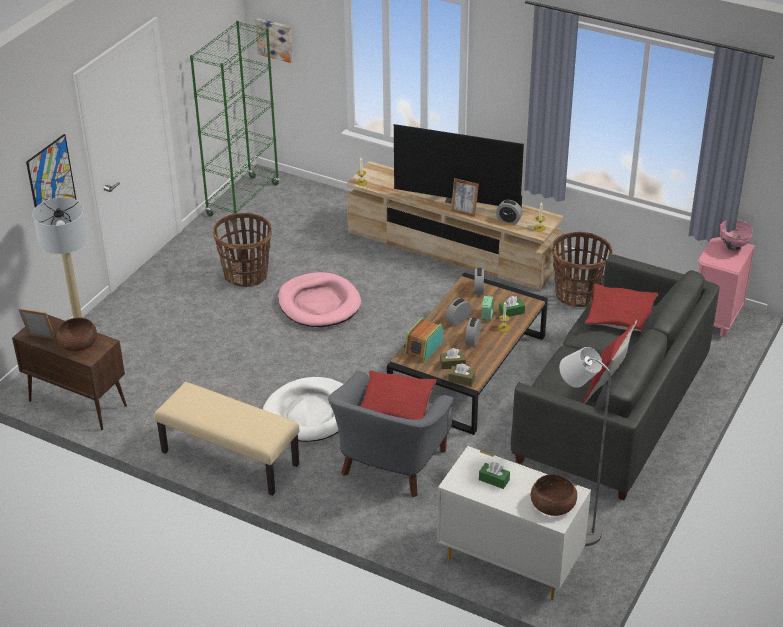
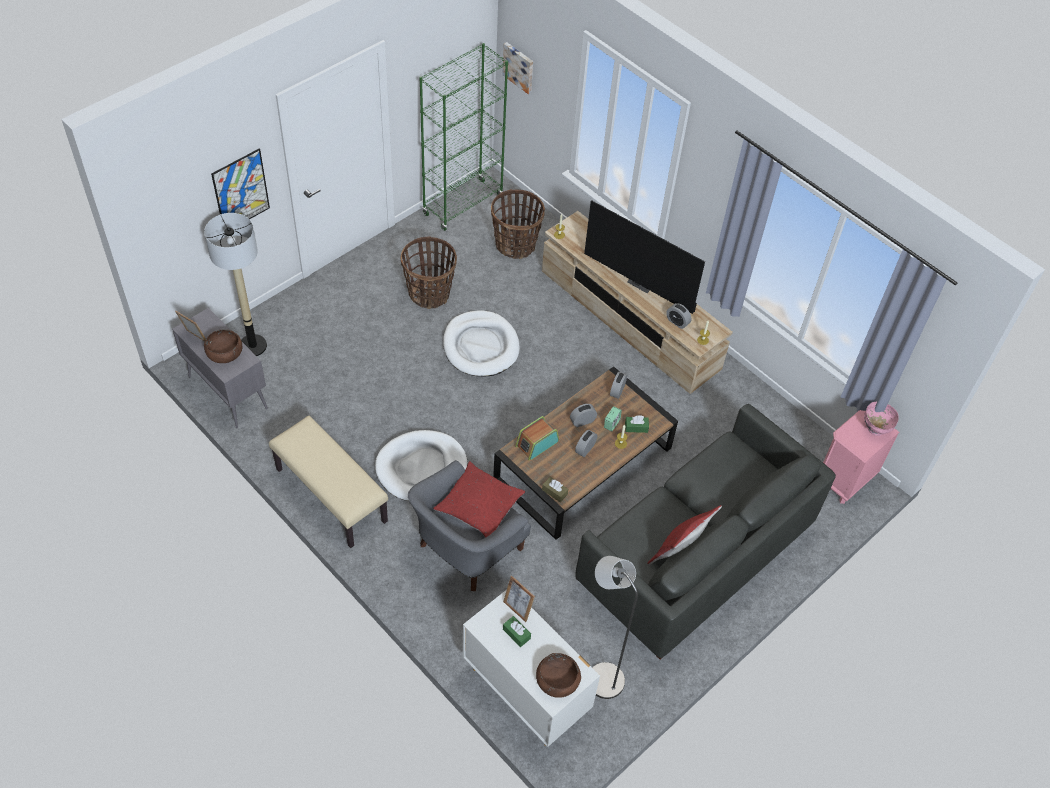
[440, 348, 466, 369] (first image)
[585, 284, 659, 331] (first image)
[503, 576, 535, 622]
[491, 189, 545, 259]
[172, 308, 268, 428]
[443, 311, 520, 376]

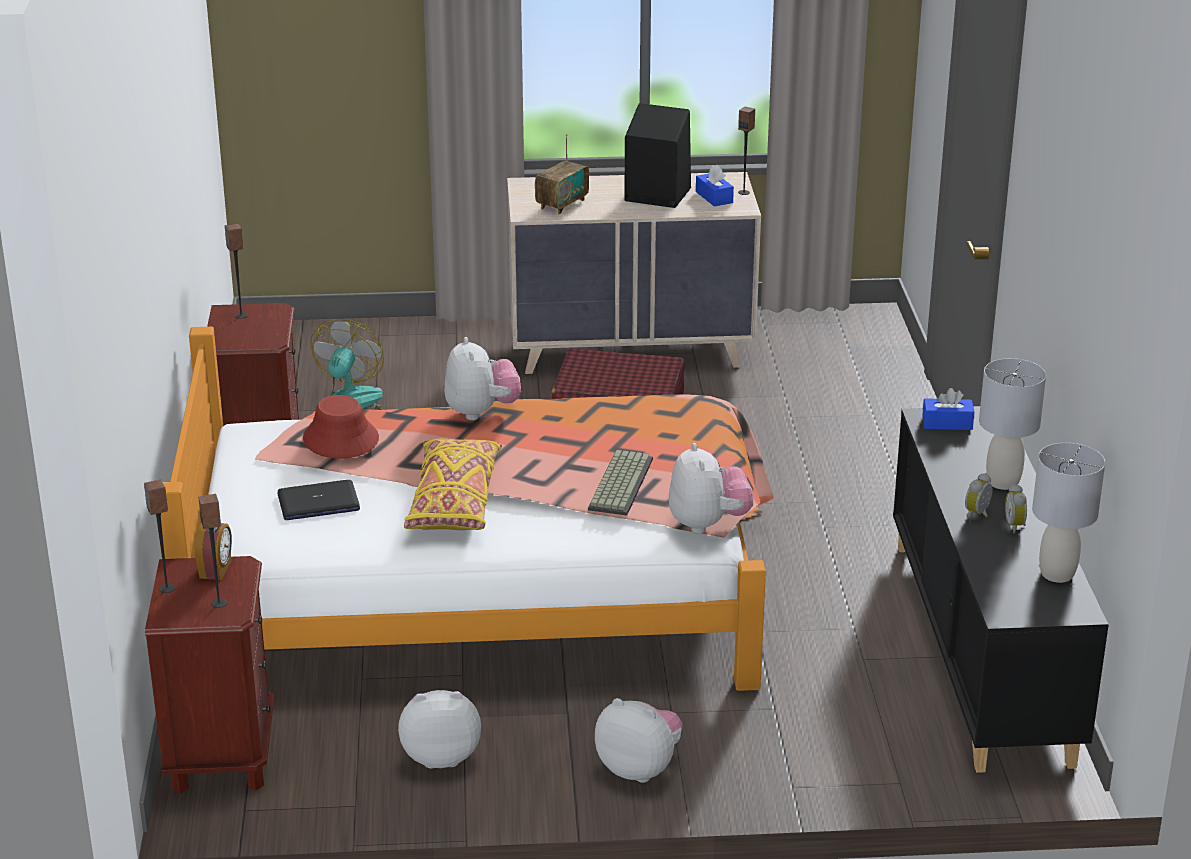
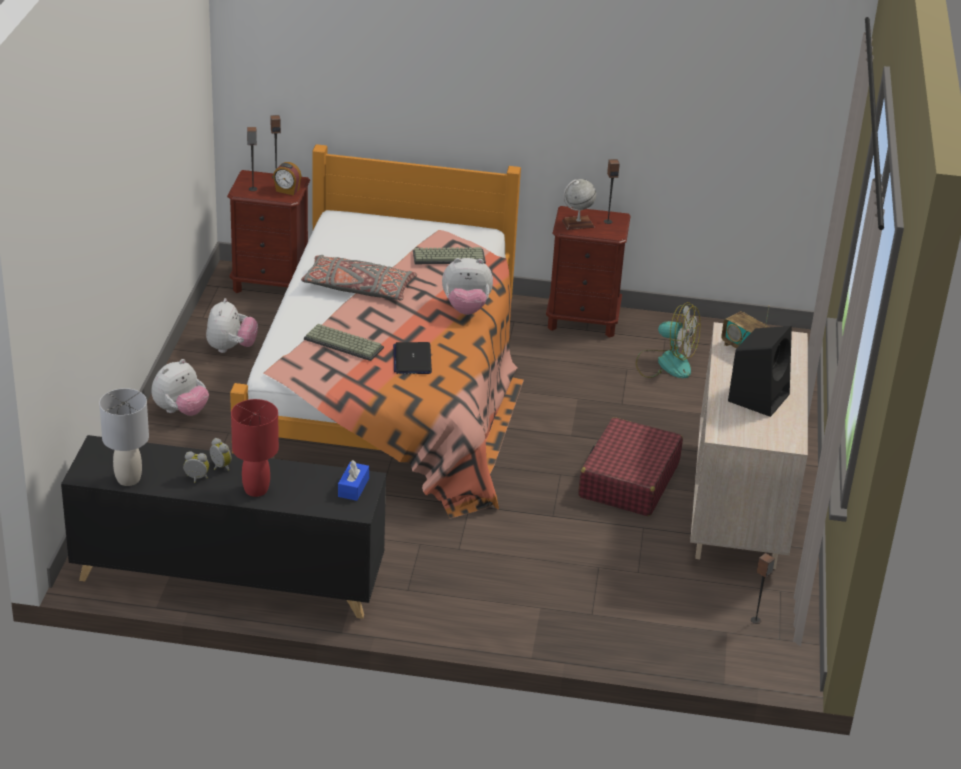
[669, 443, 753, 534] (first image)
[696, 165, 734, 207] (first image)
[562, 179, 596, 230]
[393, 342, 432, 374]
[751, 553, 775, 624]
[413, 247, 486, 264]
[301, 255, 417, 301]
[231, 399, 279, 497]

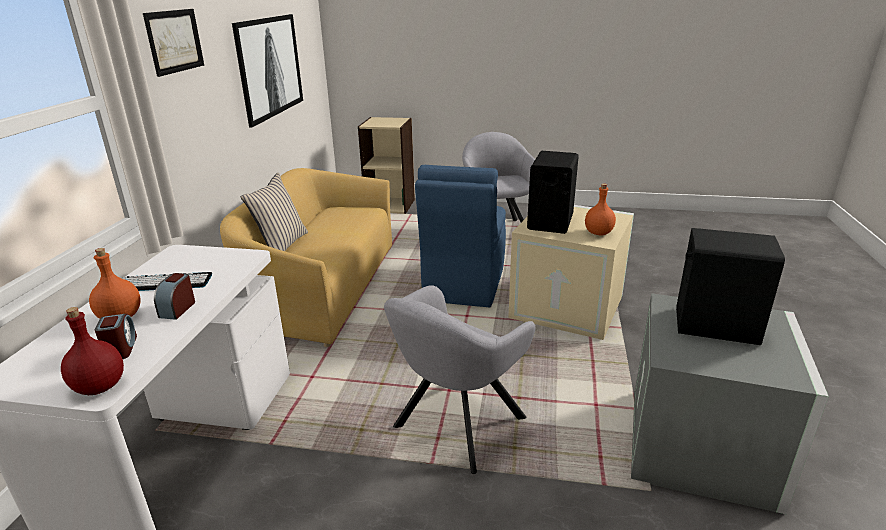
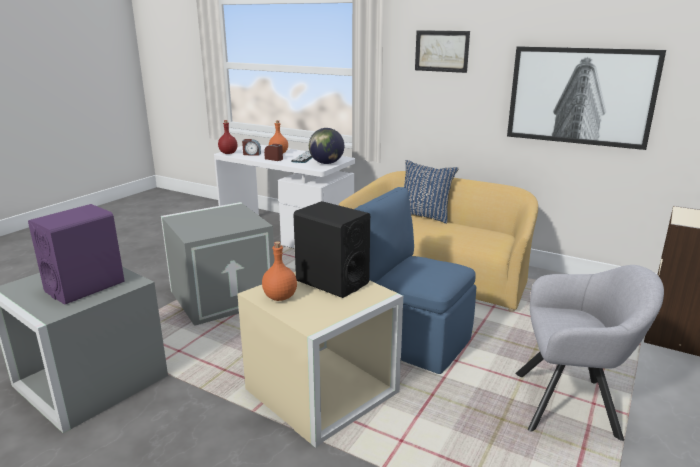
[309, 128, 344, 164]
[161, 202, 275, 326]
[404, 160, 459, 224]
[28, 204, 125, 305]

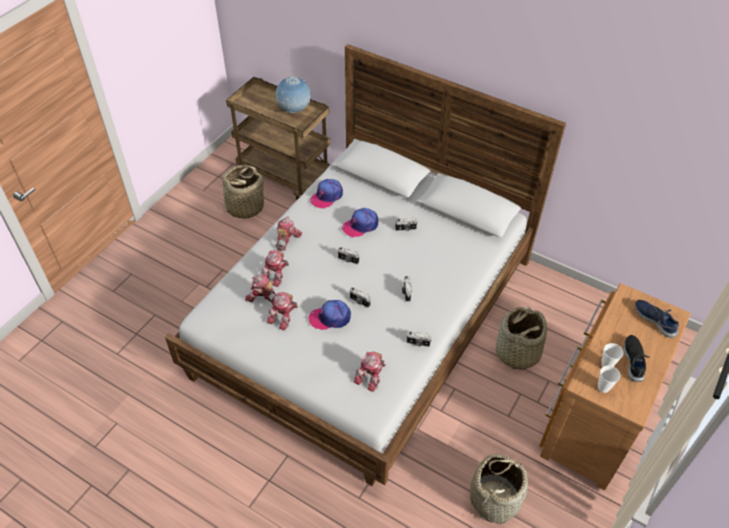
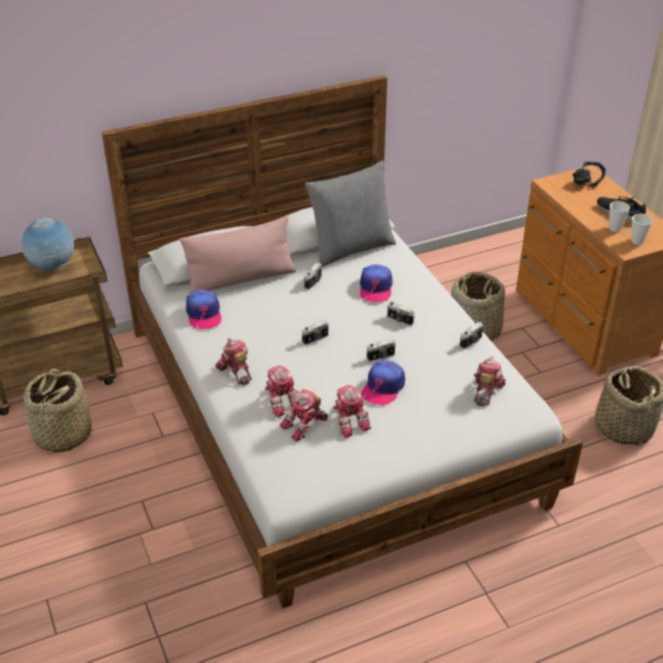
[180, 216, 296, 295]
[305, 161, 396, 267]
[360, 264, 393, 302]
[573, 161, 606, 187]
[474, 357, 506, 407]

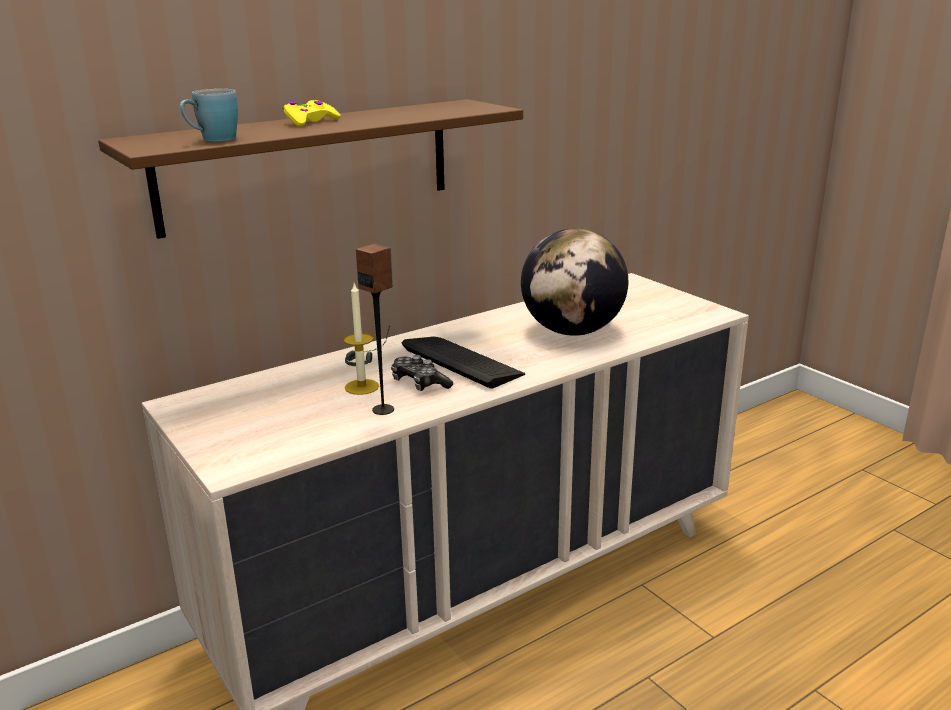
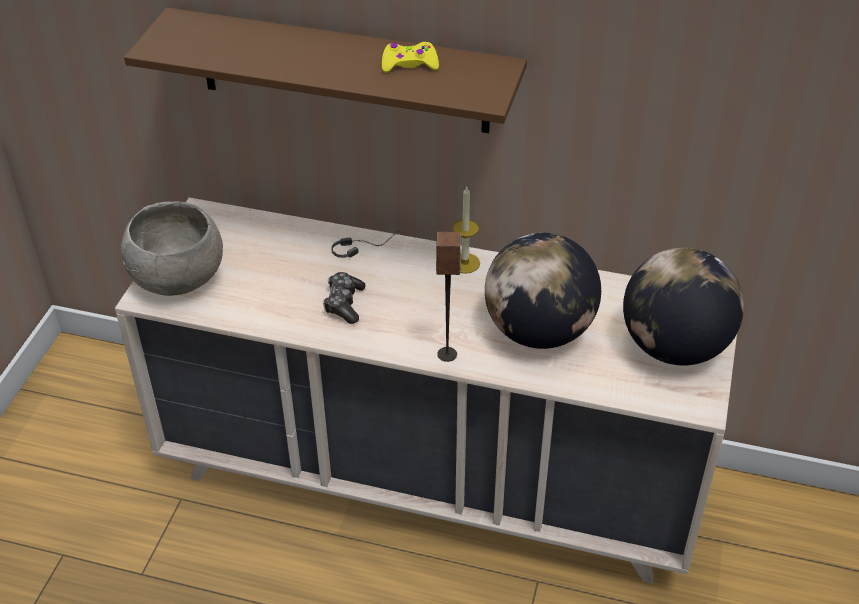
[180, 89, 238, 142] (first image)
[402, 337, 525, 389] (first image)
[121, 201, 223, 296]
[623, 248, 744, 365]
[382, 42, 439, 73]
[453, 187, 480, 274]
[436, 232, 461, 362]

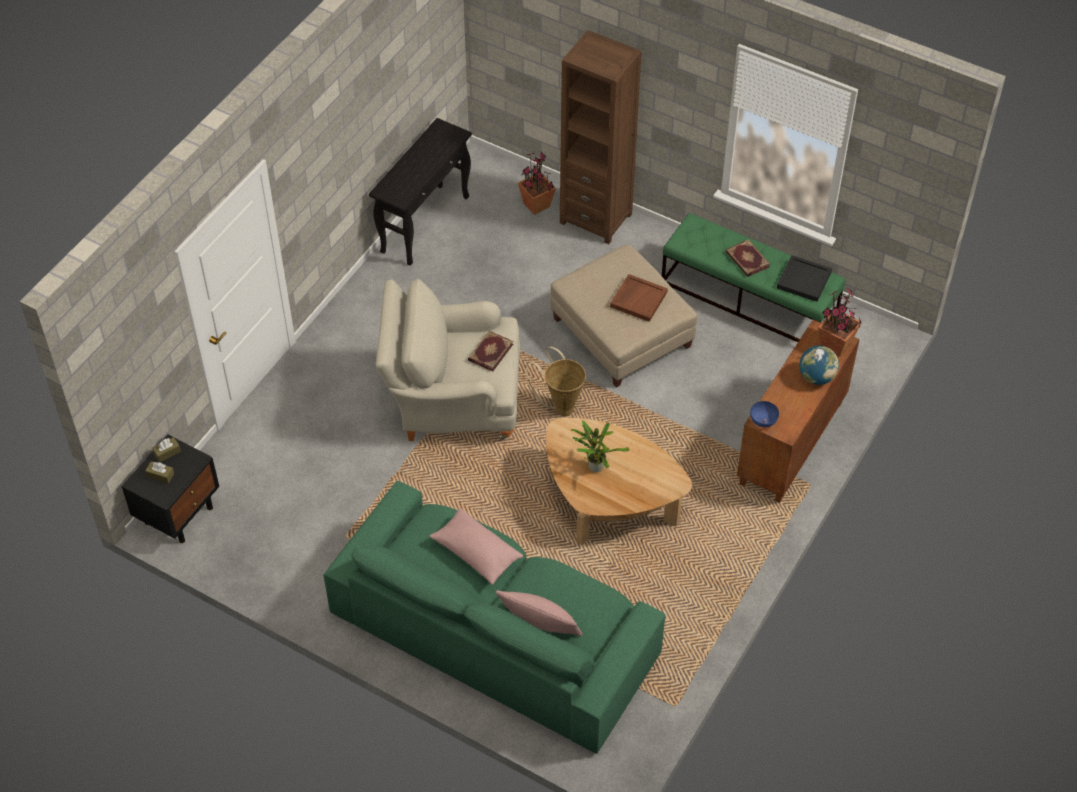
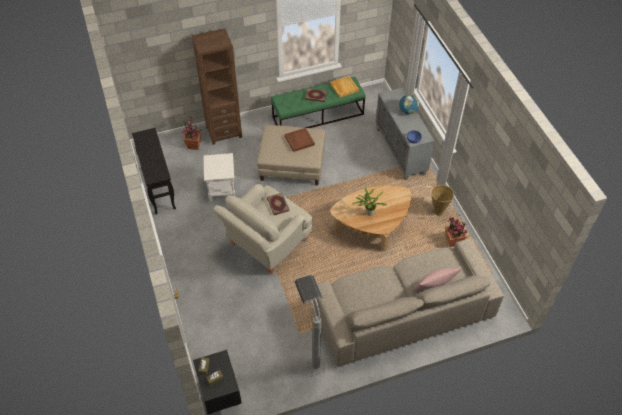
[429, 508, 523, 585] (first image)
[203, 153, 235, 202]
[295, 275, 327, 376]
[419, 185, 454, 217]
[445, 214, 467, 247]
[313, 239, 504, 367]
[376, 88, 434, 180]
[330, 76, 359, 98]

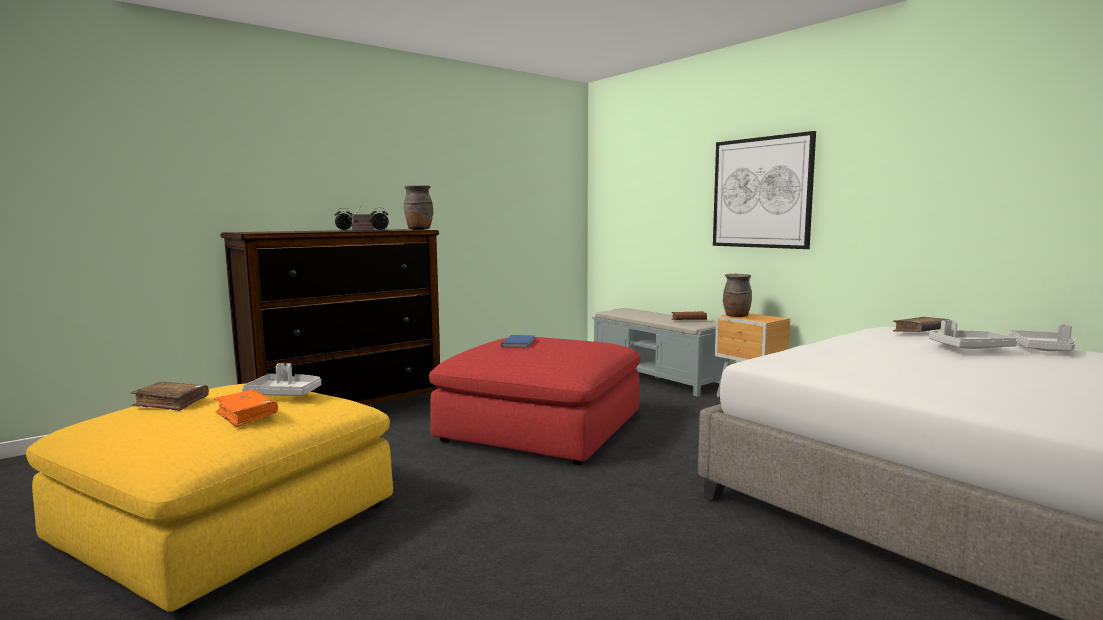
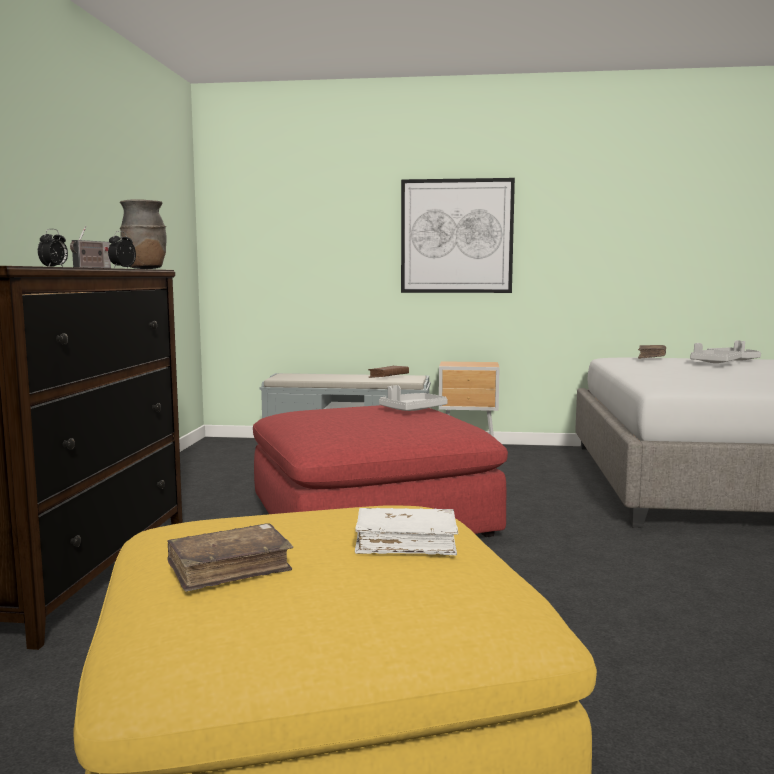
[501, 335, 535, 348] (first image)
[723, 274, 752, 317] (first image)
[379, 385, 448, 411]
[355, 508, 458, 555]

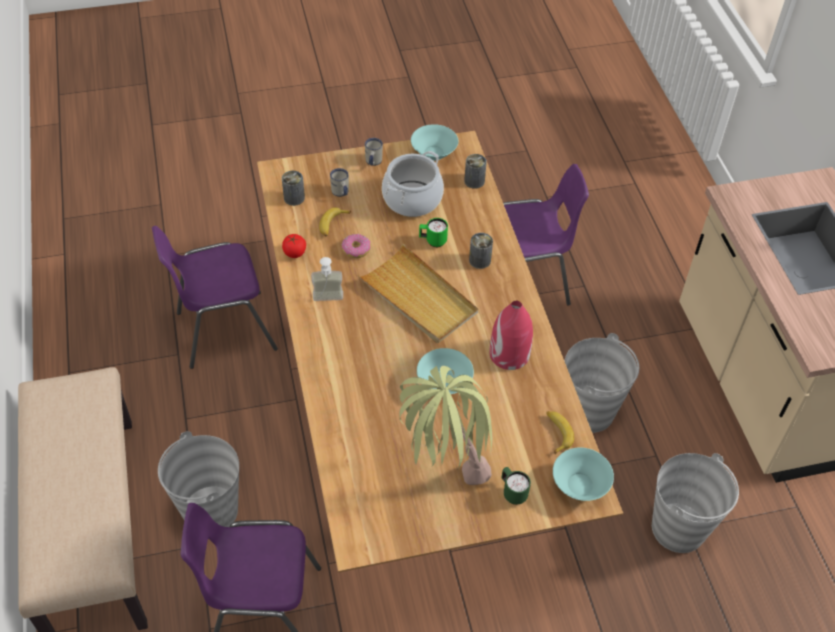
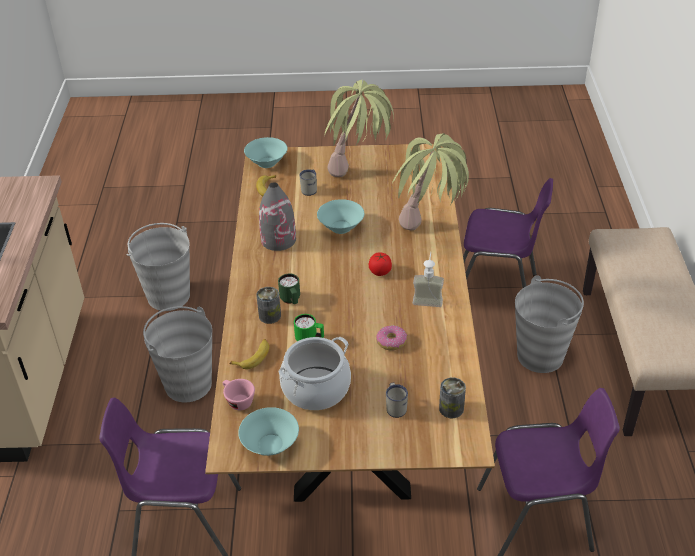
[357, 244, 478, 343] (first image)
[392, 133, 469, 230]
[369, 252, 392, 276]
[230, 339, 269, 369]
[299, 170, 317, 196]
[278, 273, 300, 304]
[222, 379, 255, 410]
[259, 182, 296, 251]

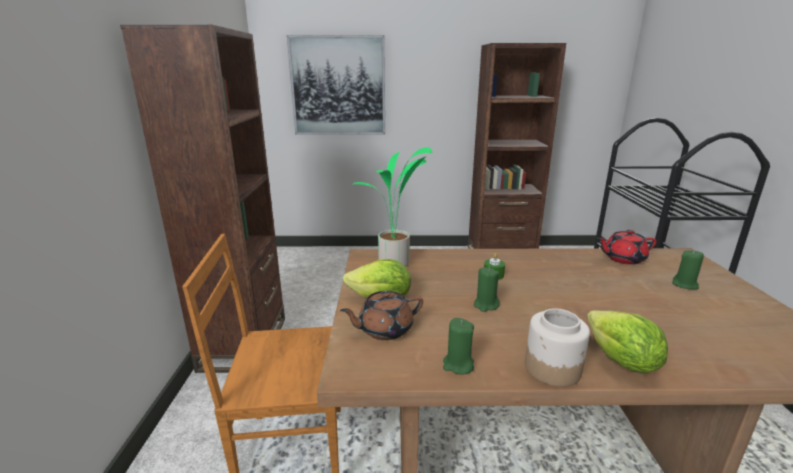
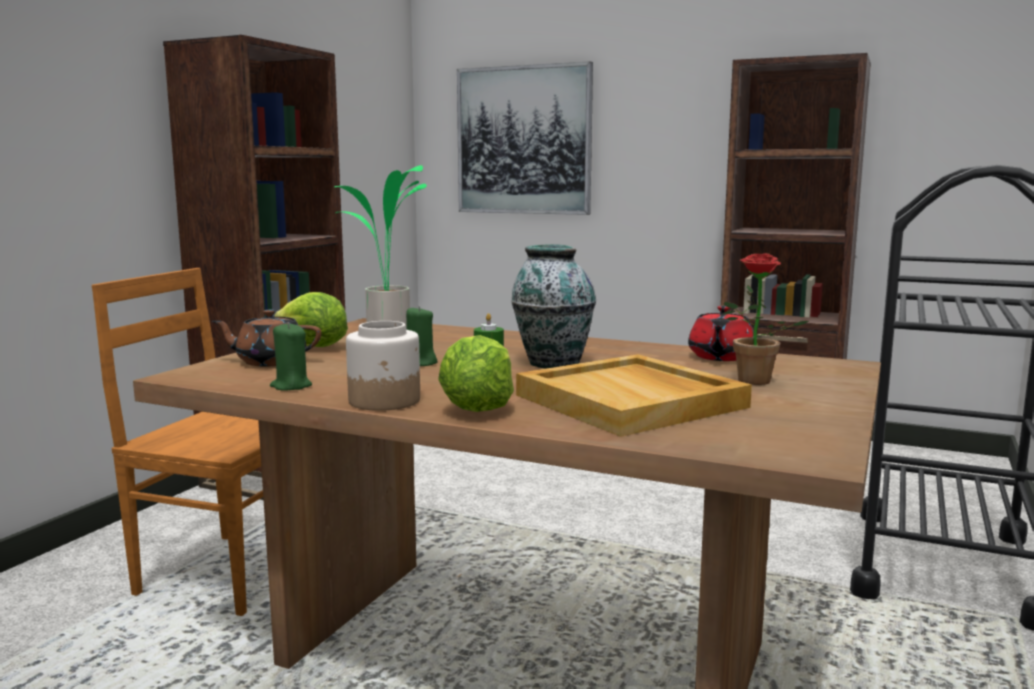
[511, 244, 596, 369]
[516, 354, 752, 437]
[723, 253, 809, 385]
[688, 306, 754, 361]

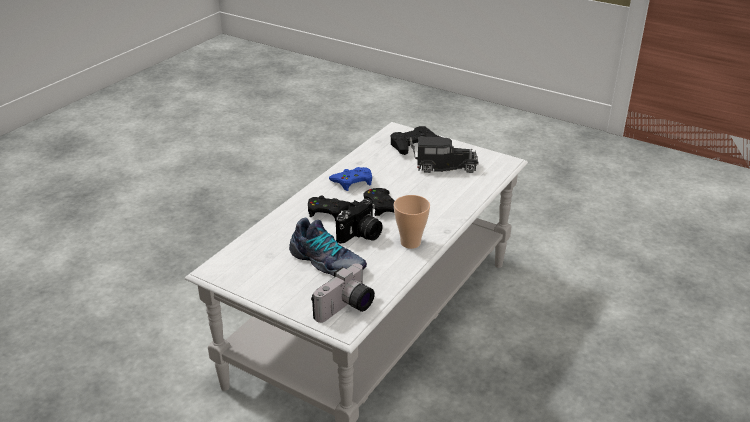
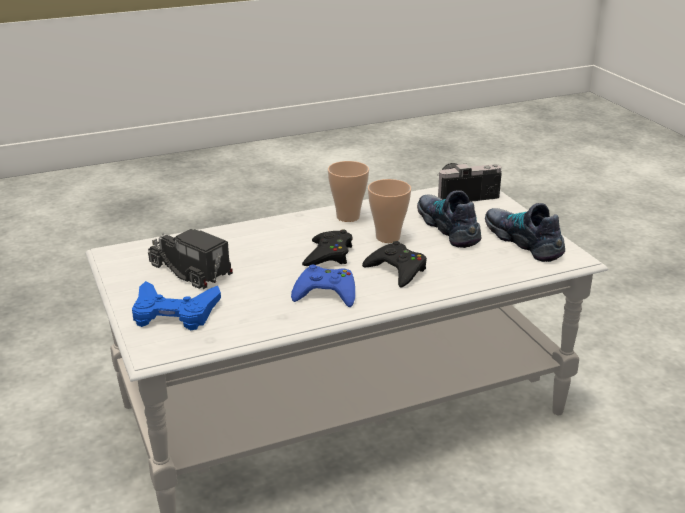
[485, 203, 565, 262]
[368, 179, 411, 243]
[132, 281, 221, 330]

